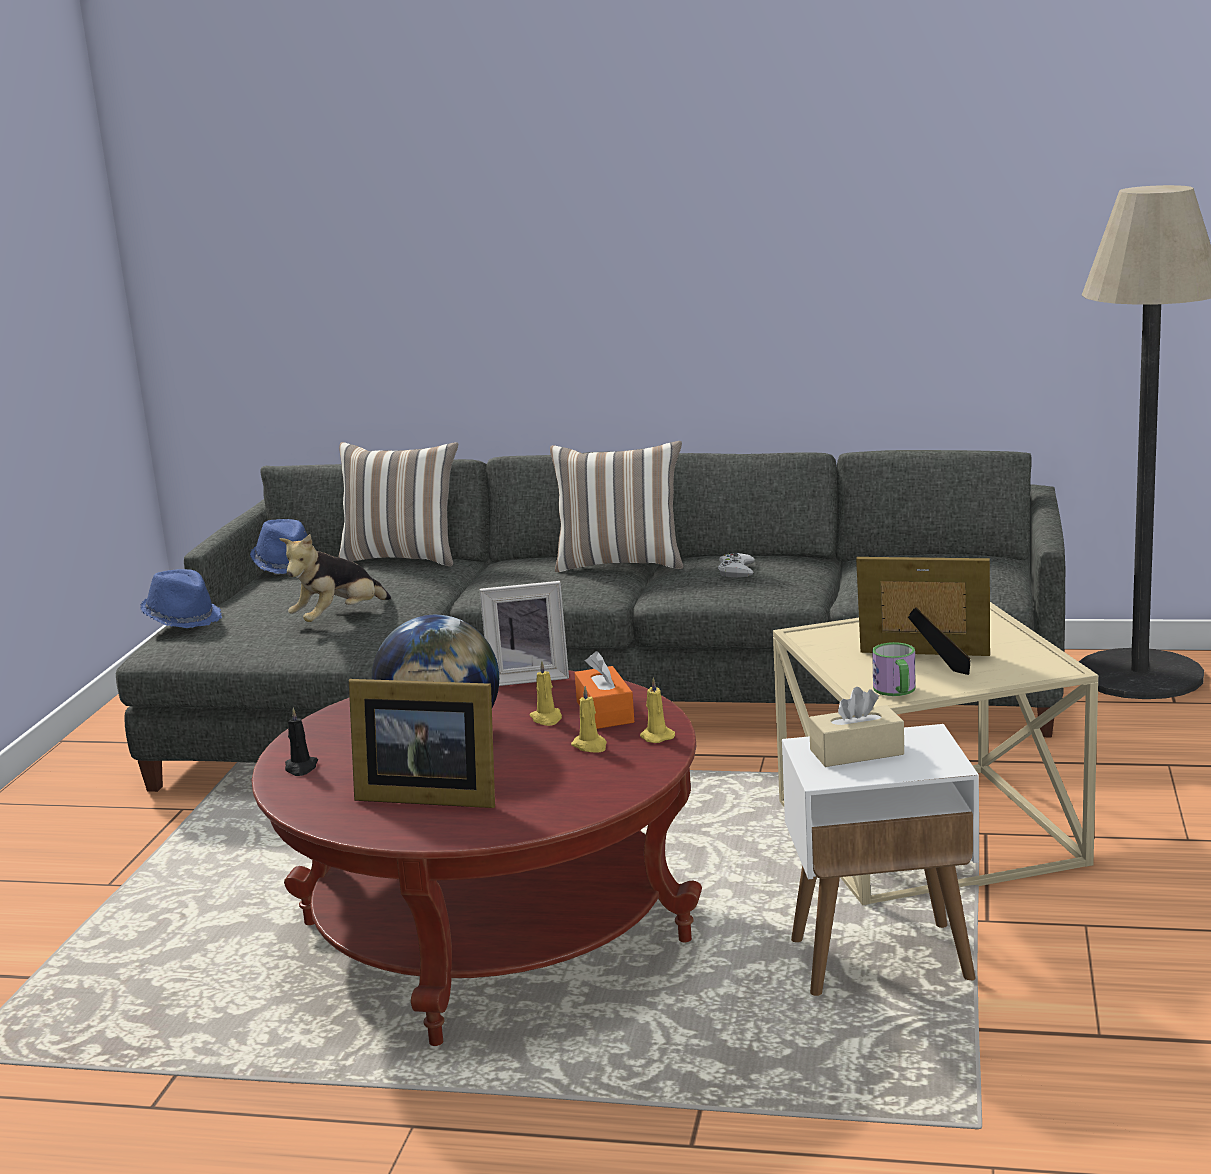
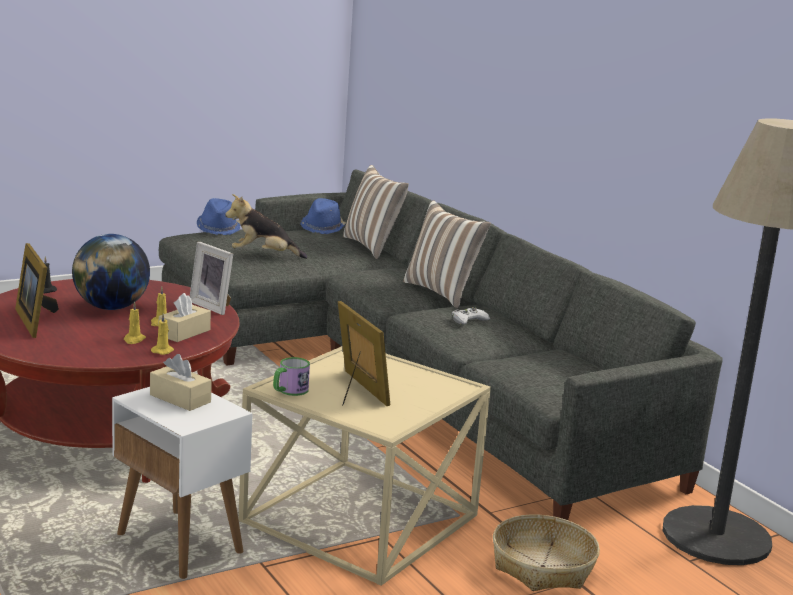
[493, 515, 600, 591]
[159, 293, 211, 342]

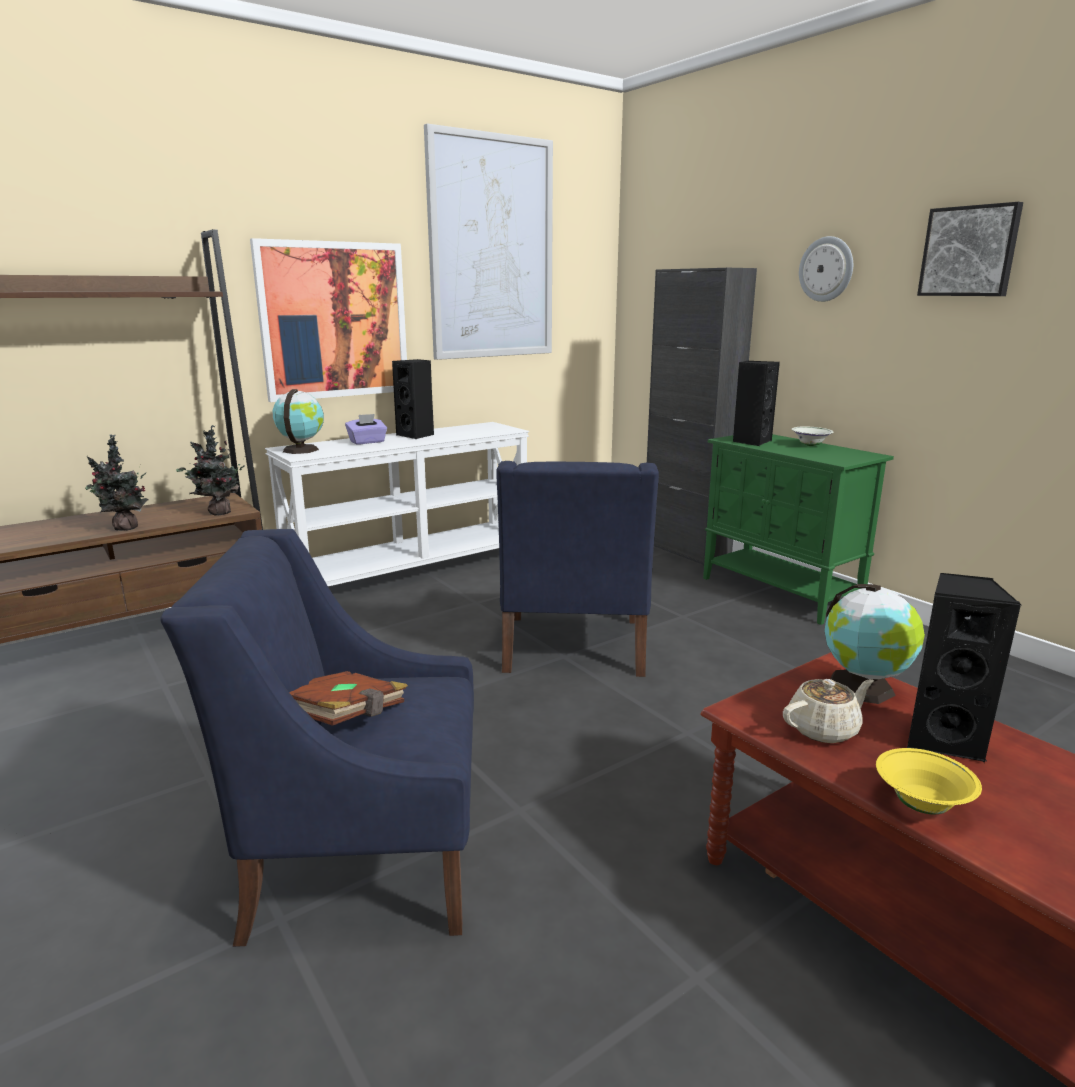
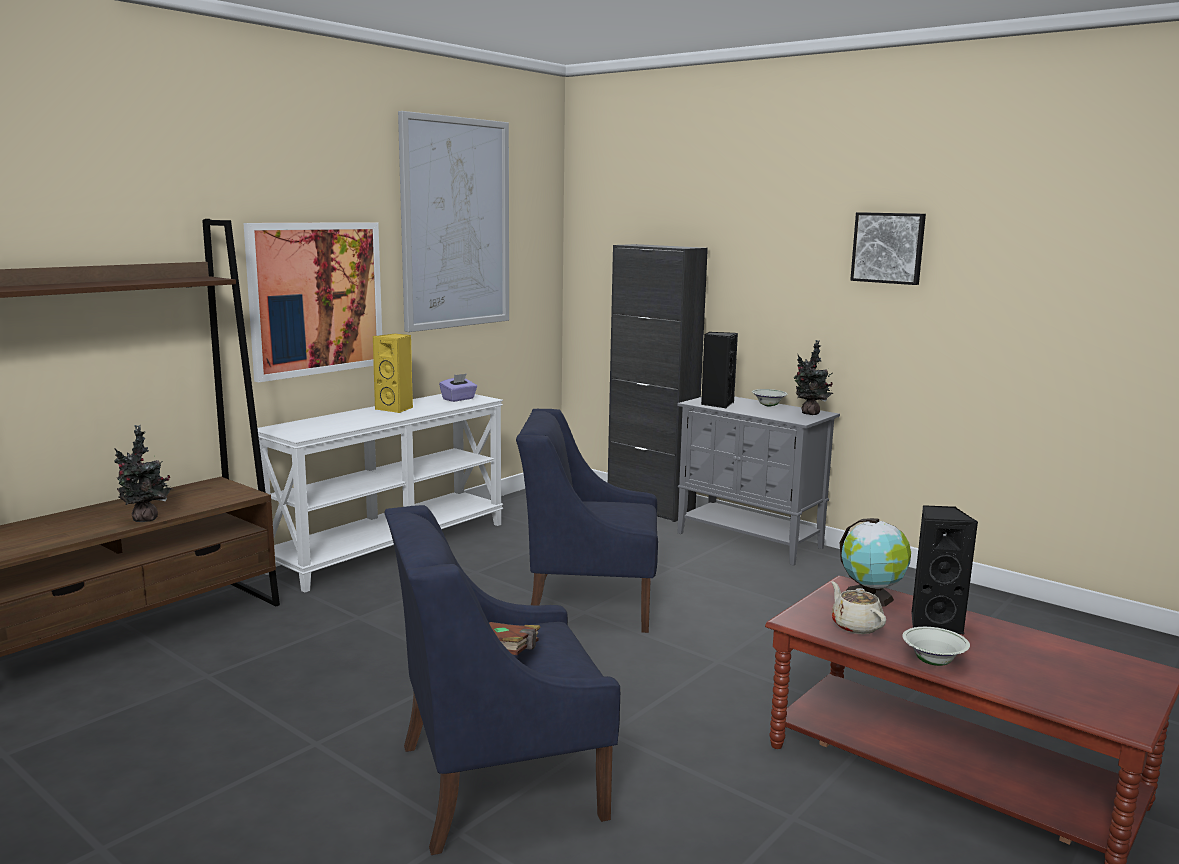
[273, 389, 324, 454] (first image)
[799, 236, 853, 302] (first image)
[794, 340, 833, 415]
[439, 374, 477, 402]
[373, 334, 413, 413]
[677, 397, 840, 566]
[902, 627, 970, 666]
[516, 409, 658, 633]
[831, 581, 886, 634]

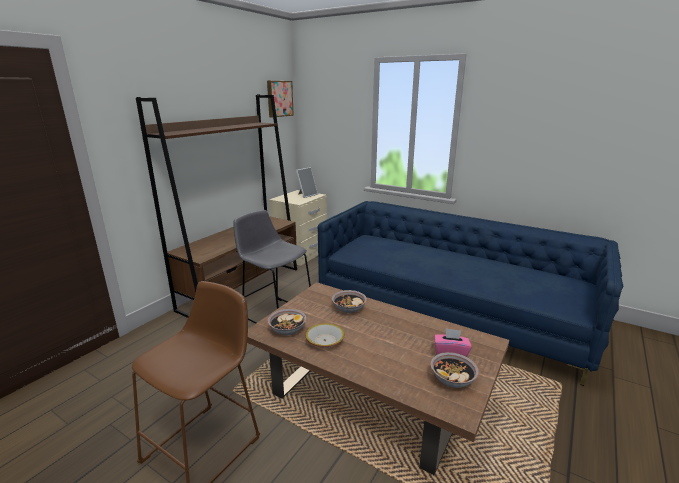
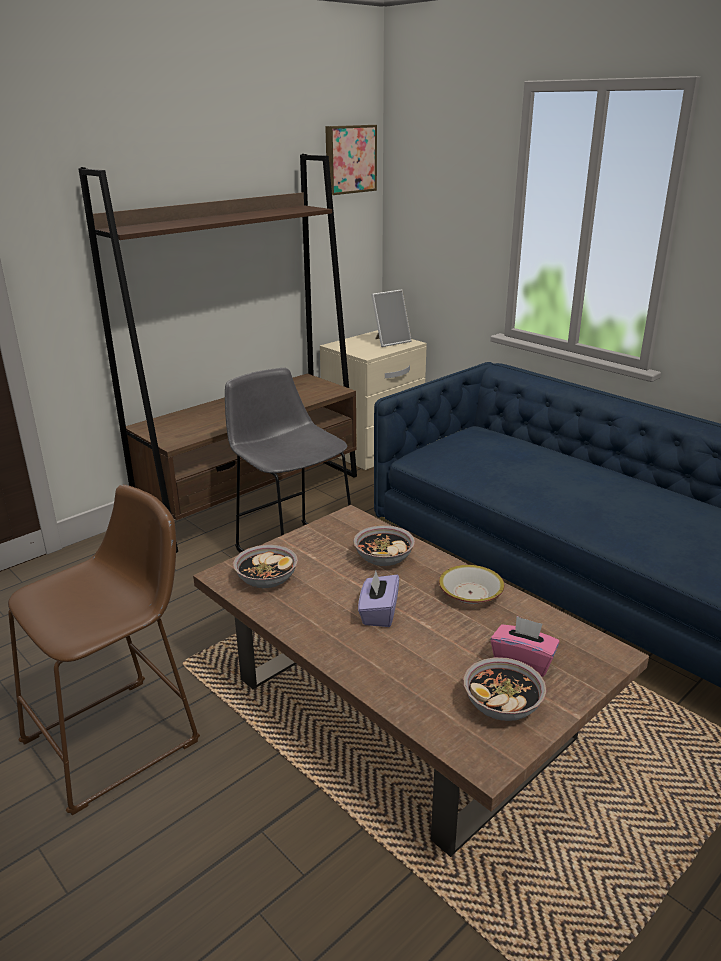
[358, 571, 399, 627]
[439, 565, 504, 604]

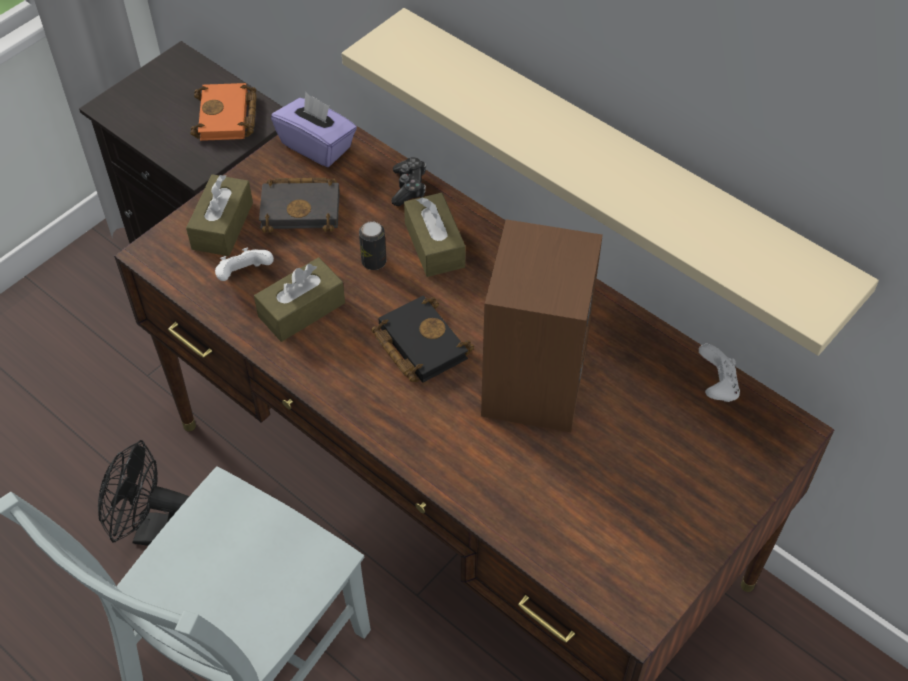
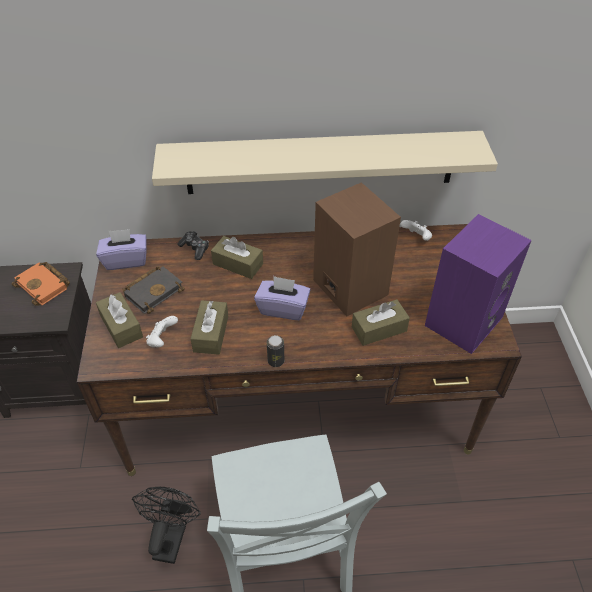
[352, 299, 410, 346]
[425, 214, 532, 354]
[267, 335, 284, 367]
[254, 276, 310, 320]
[132, 487, 201, 564]

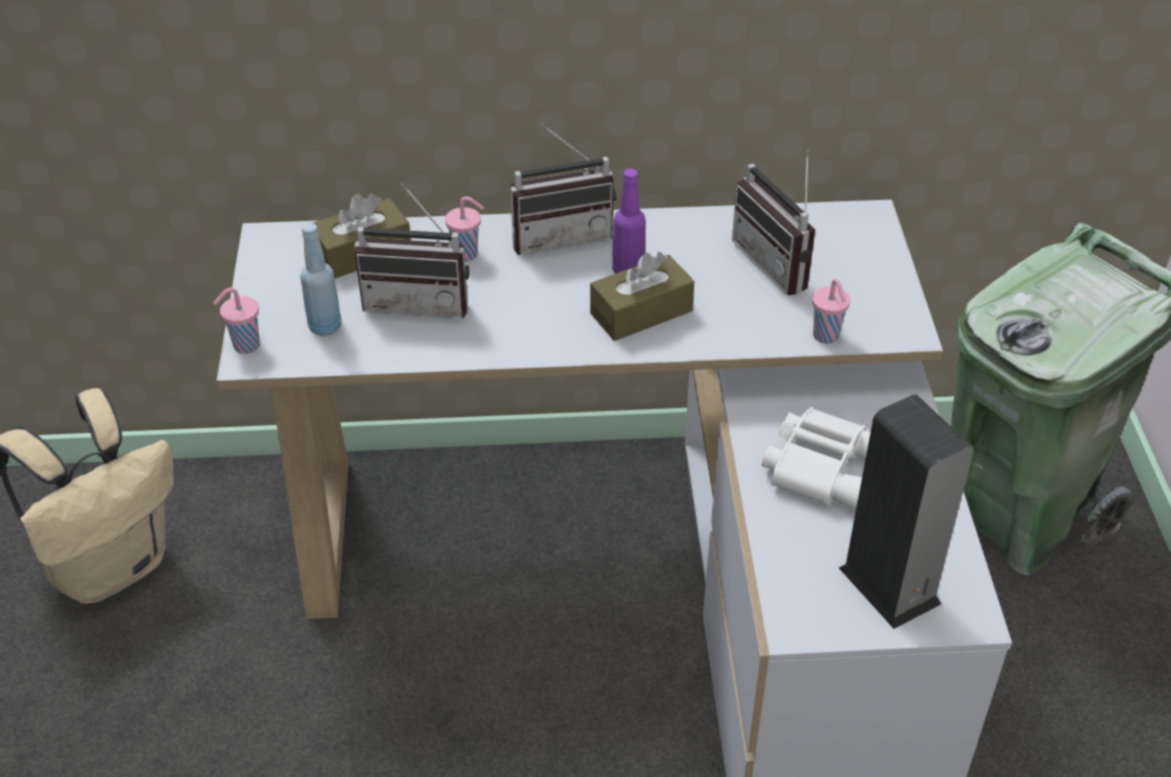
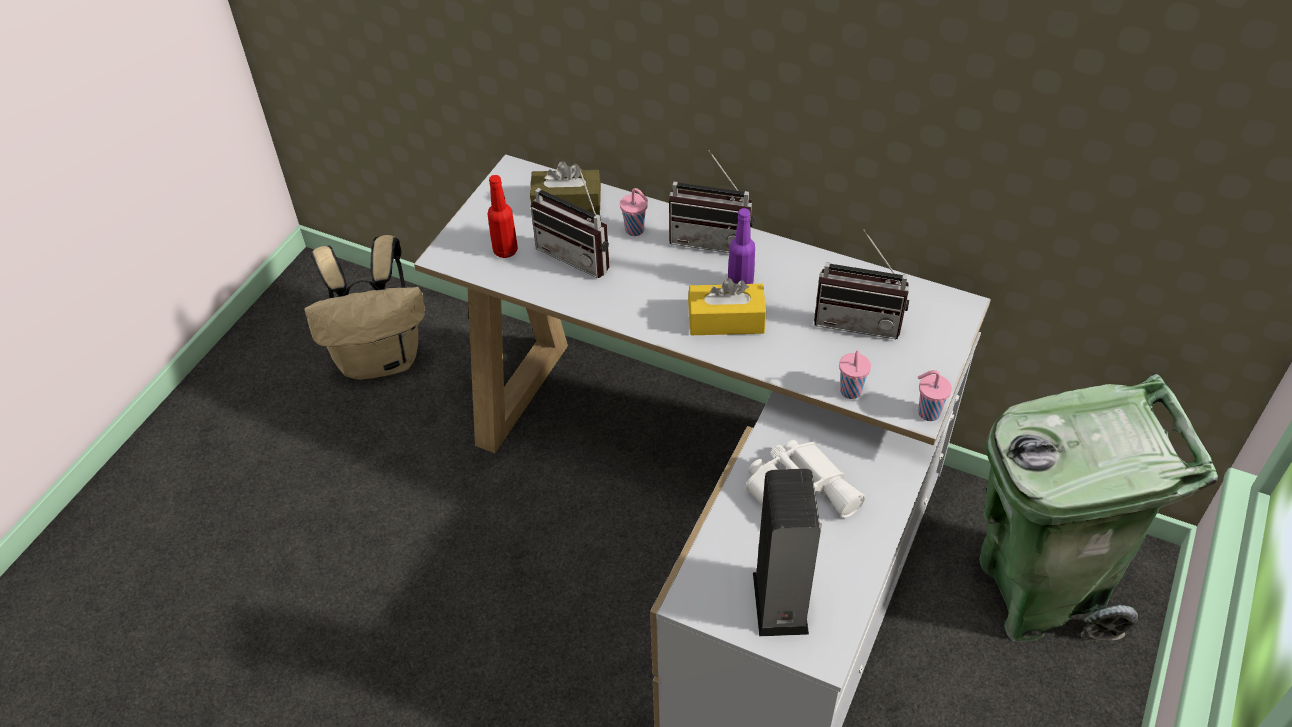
[918, 370, 952, 421]
[487, 175, 518, 258]
[688, 278, 766, 335]
[814, 230, 909, 339]

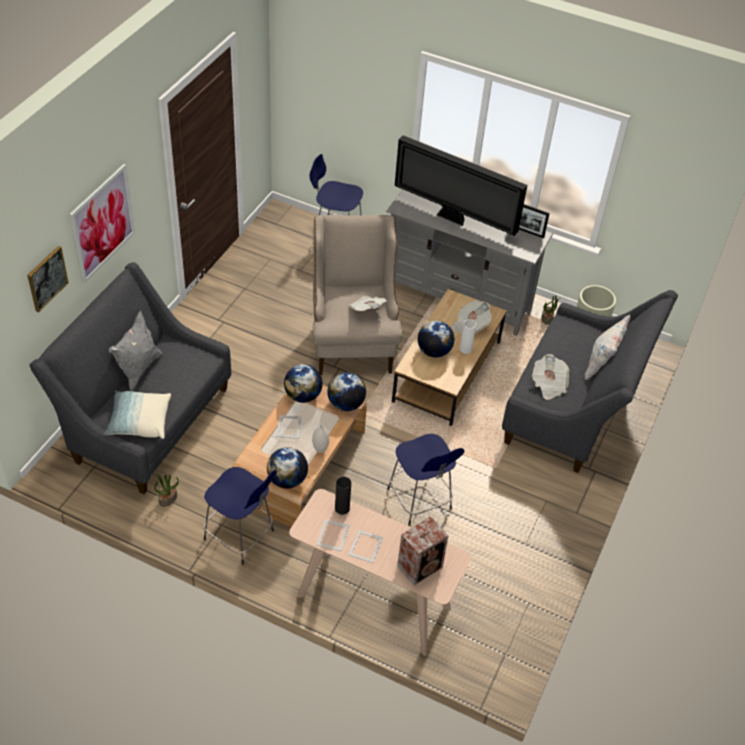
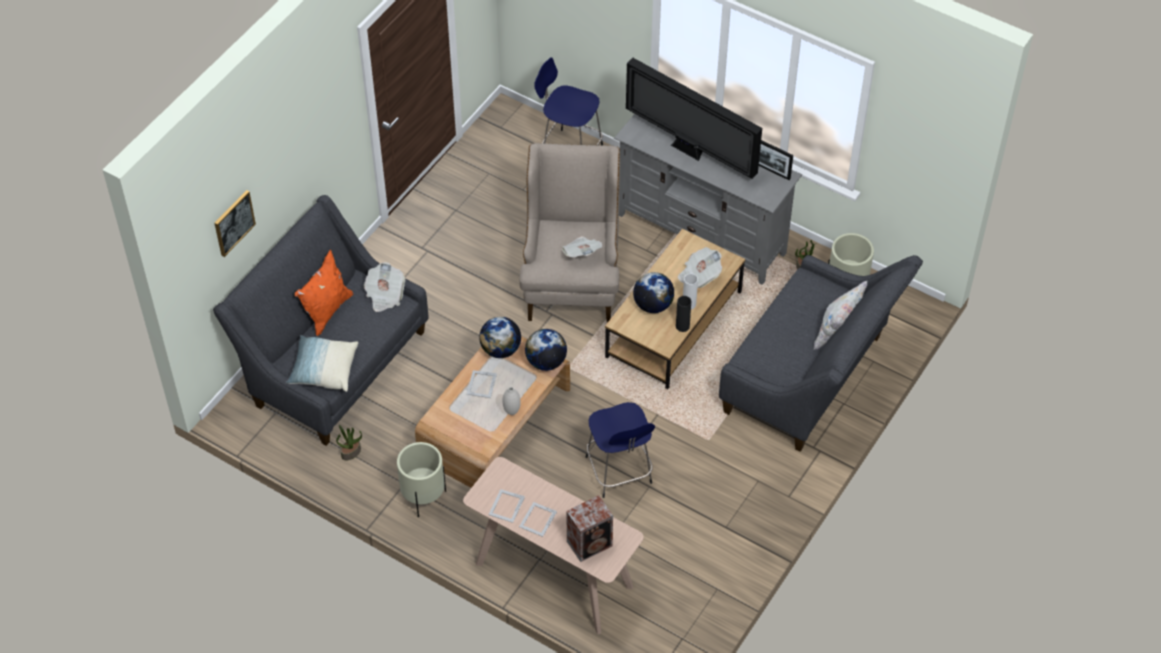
[69, 164, 135, 283] (first image)
[267, 447, 308, 489] (first image)
[676, 296, 691, 332]
[364, 262, 406, 312]
[397, 442, 446, 517]
[295, 250, 353, 336]

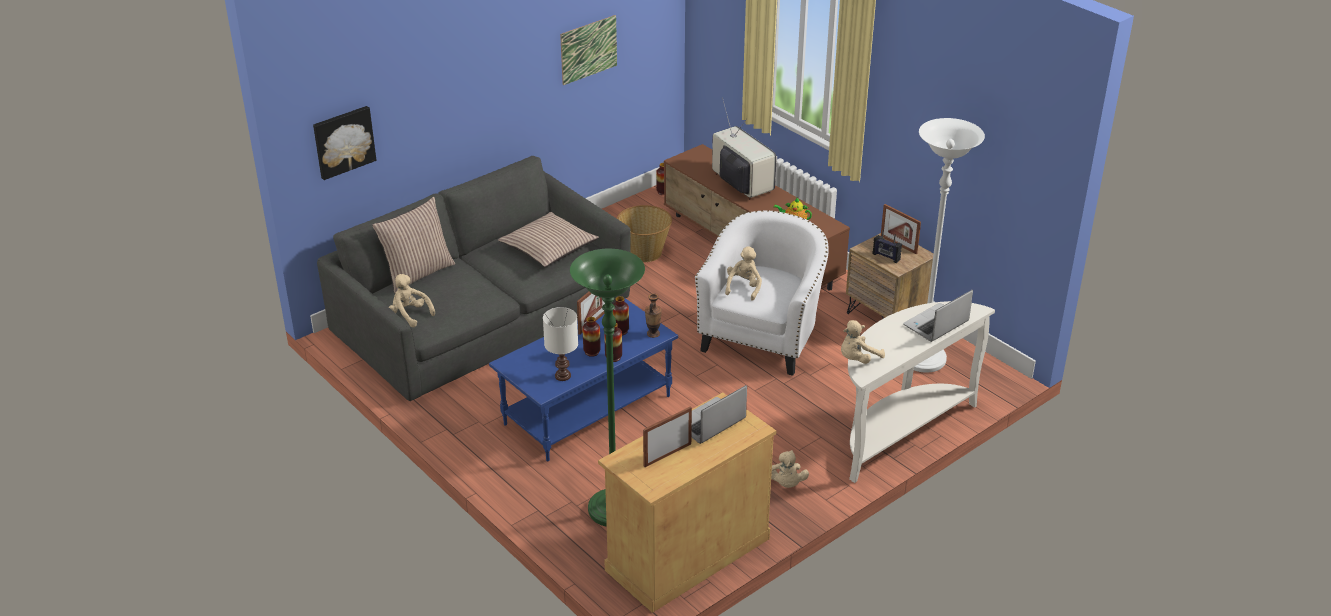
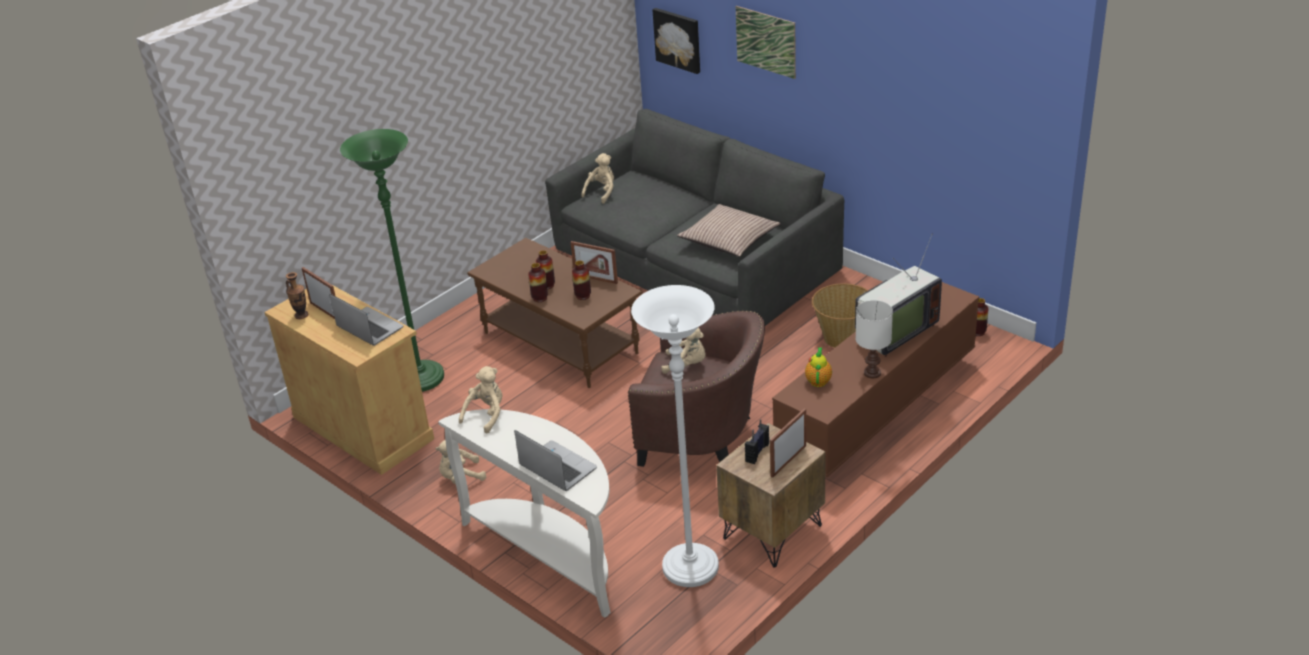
[372, 197, 455, 293] (first image)
[855, 300, 893, 378]
[736, 6, 796, 79]
[286, 272, 308, 319]
[467, 238, 642, 388]
[628, 310, 765, 467]
[459, 366, 503, 433]

